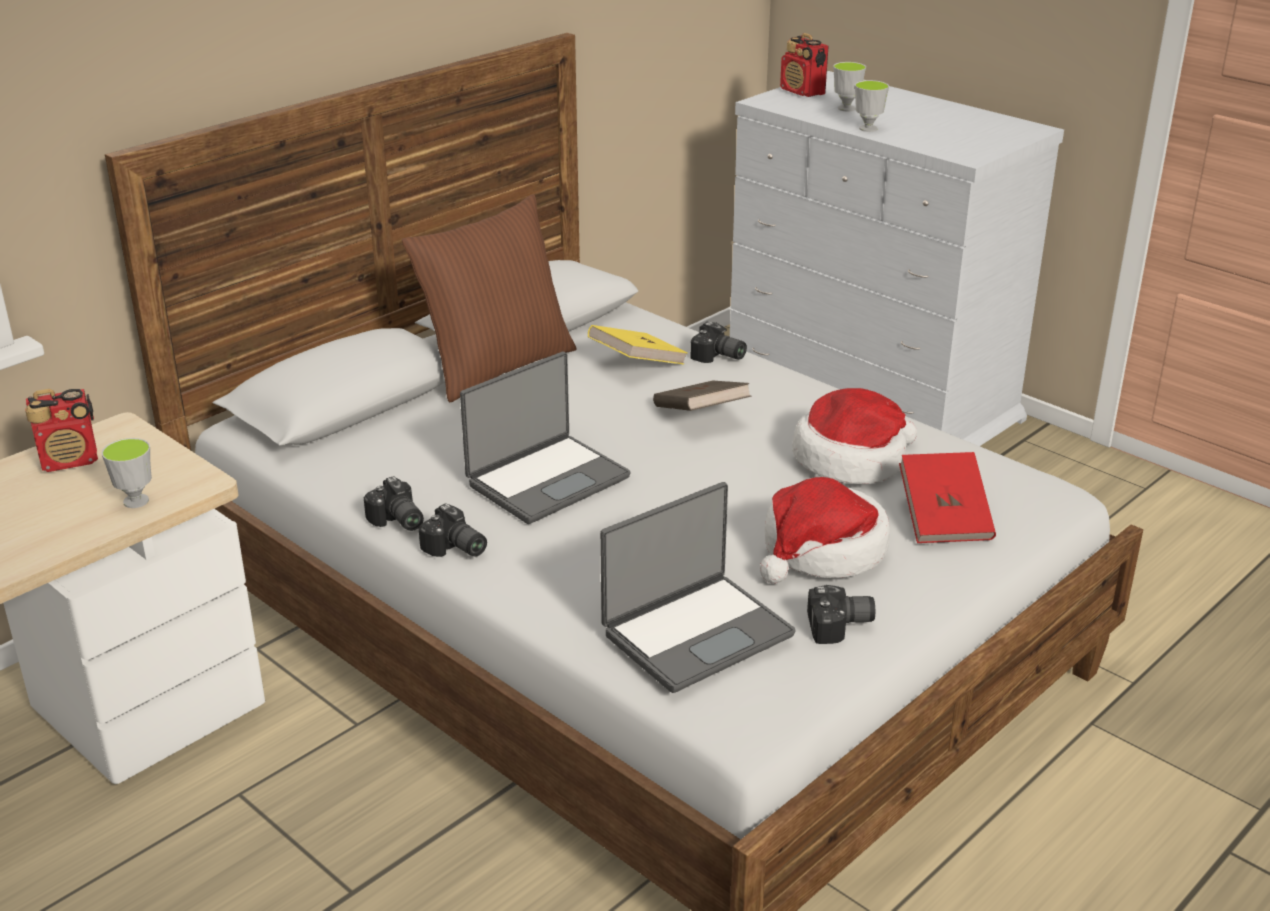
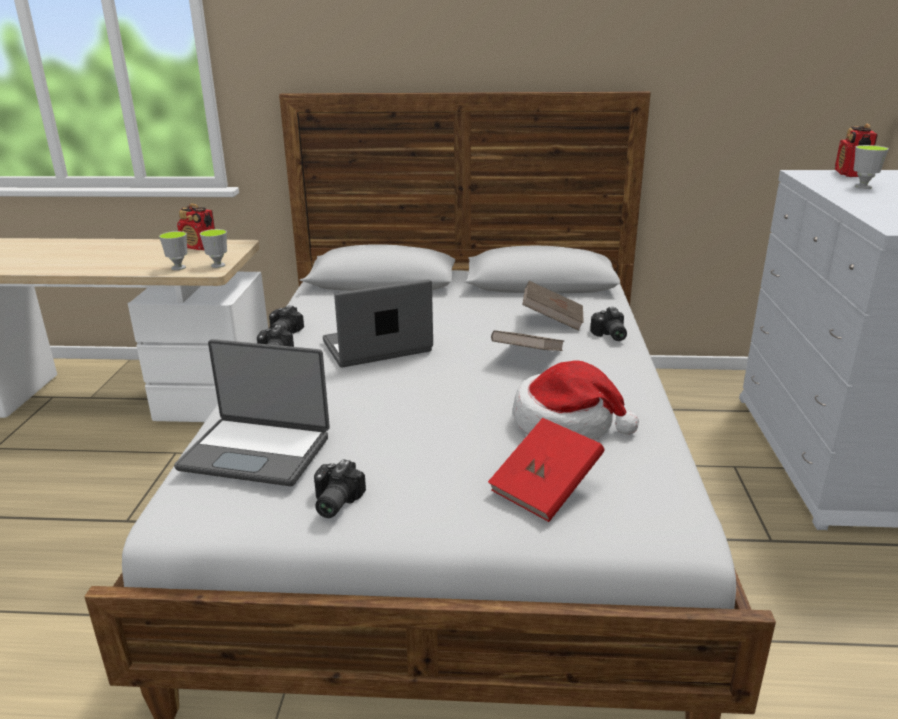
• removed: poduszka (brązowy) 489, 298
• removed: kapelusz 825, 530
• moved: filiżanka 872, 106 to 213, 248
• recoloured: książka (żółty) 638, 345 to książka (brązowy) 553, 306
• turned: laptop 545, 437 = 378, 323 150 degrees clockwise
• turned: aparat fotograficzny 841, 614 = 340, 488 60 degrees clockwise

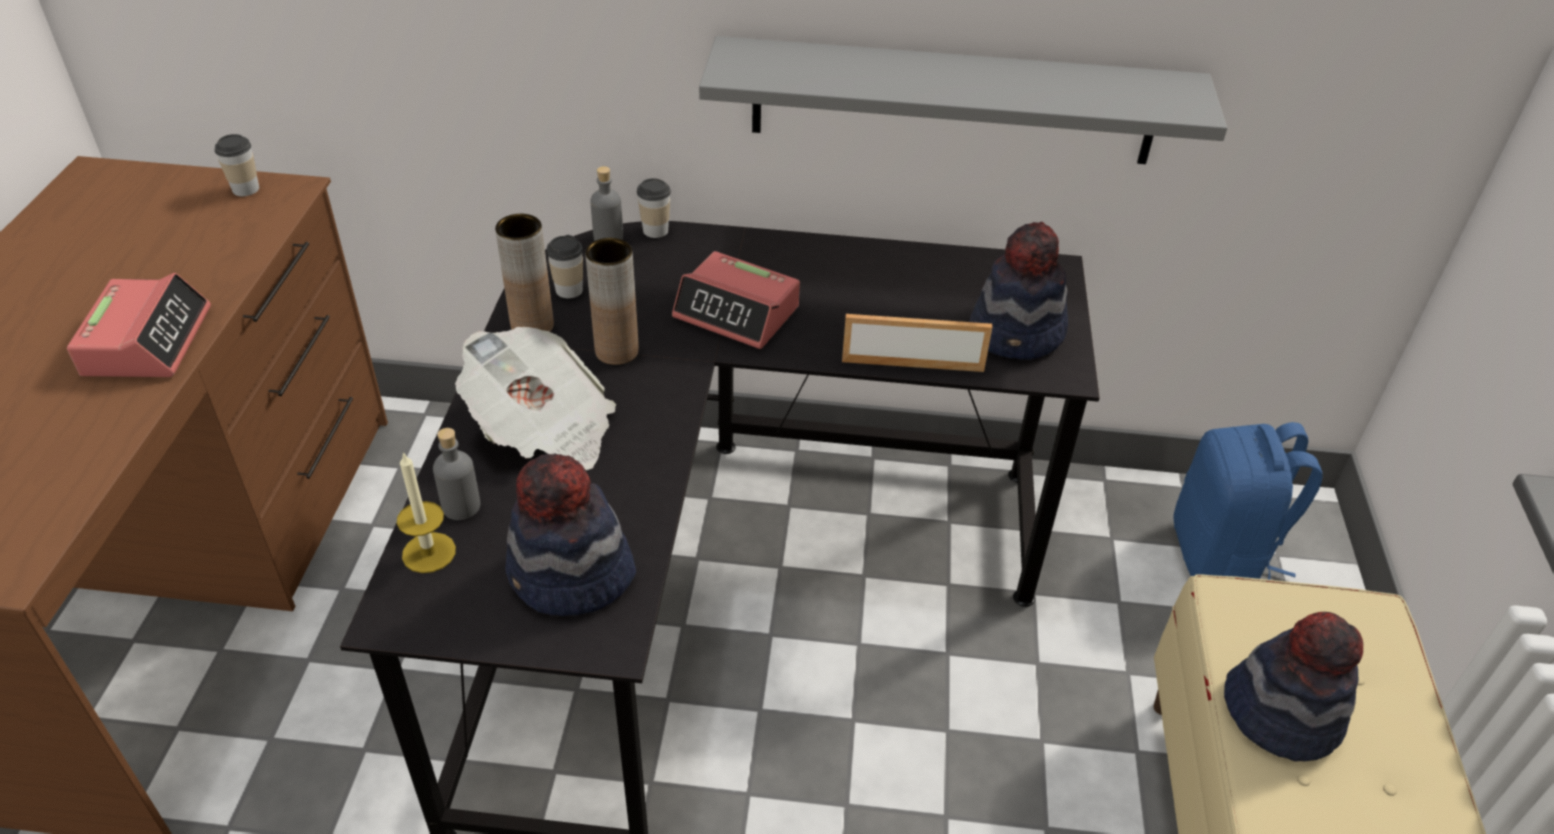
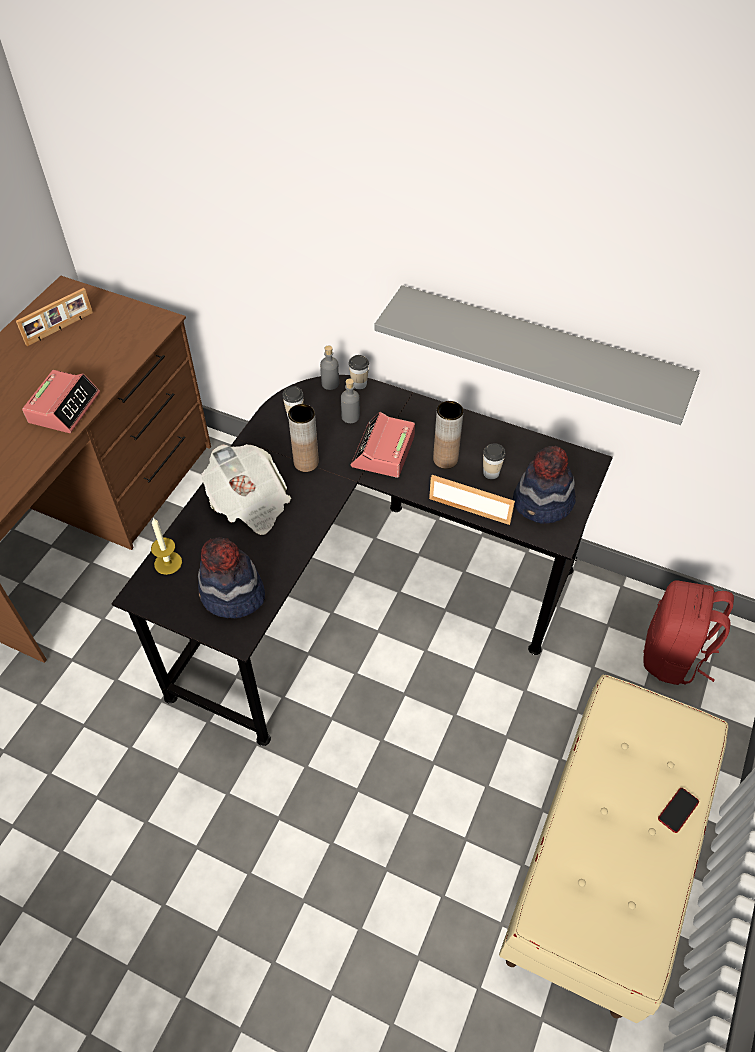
• removed: kapelusz 1293, 687
• added: ramka na zdjęcie 54, 317
• added: telefon 678, 810
• moved: filiżanka 236, 165 to 494, 461
• moved: butelka (szary) 456, 474 to 350, 401
• moved: wazon (brązowy) 524, 273 to 448, 435
• recoloured: plecak (niebieski) 1248, 501 to plecak (czerwony) 688, 632
• turned: budzik 736, 300 = 383, 445 60 degrees clockwise

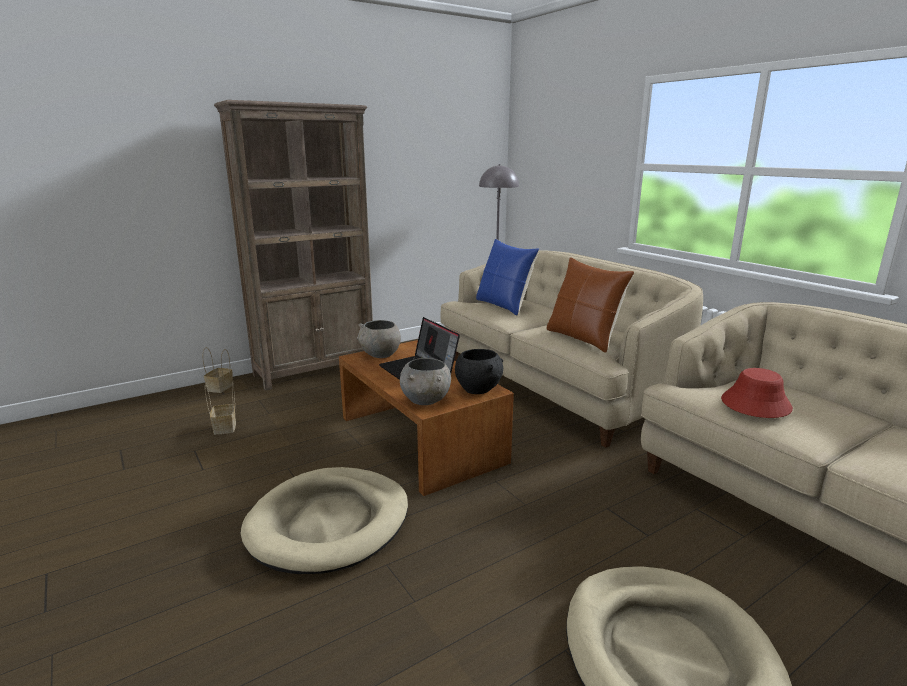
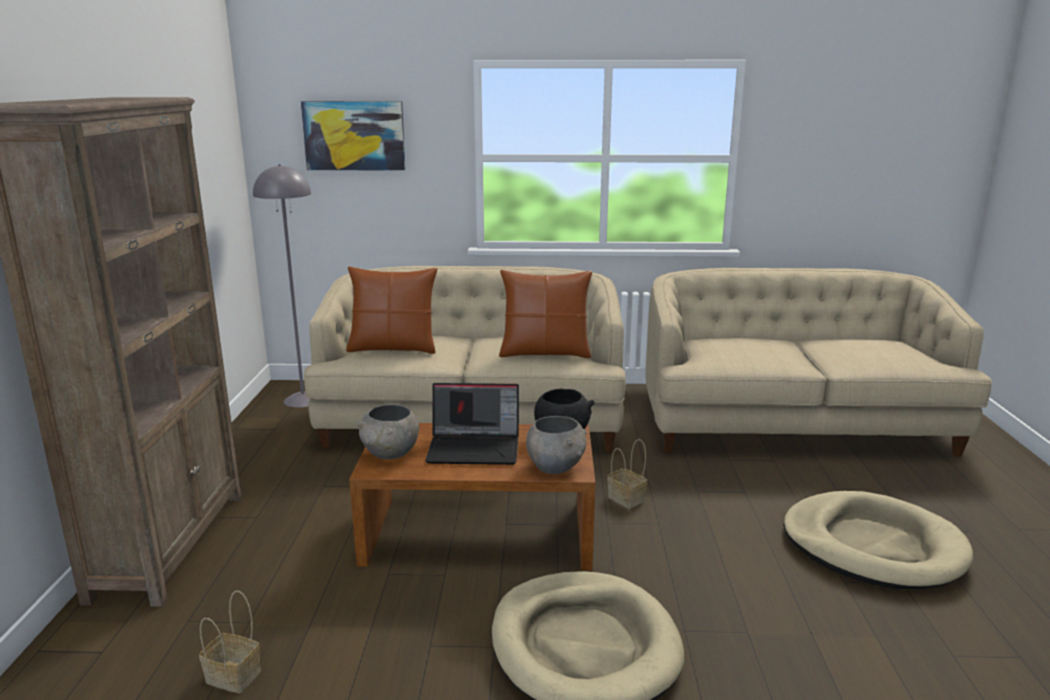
• removed: kapelusz (czerwony) 757, 393
• added: obraz 353, 136
• moved: koszyk 217, 370 to 627, 474
• recoloured: poduszka (niebieski) 507, 277 to poduszka (brązowy) 391, 310

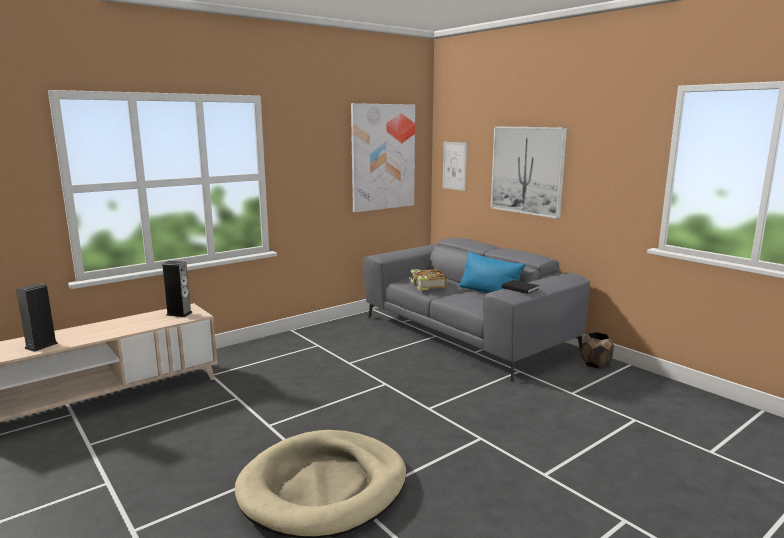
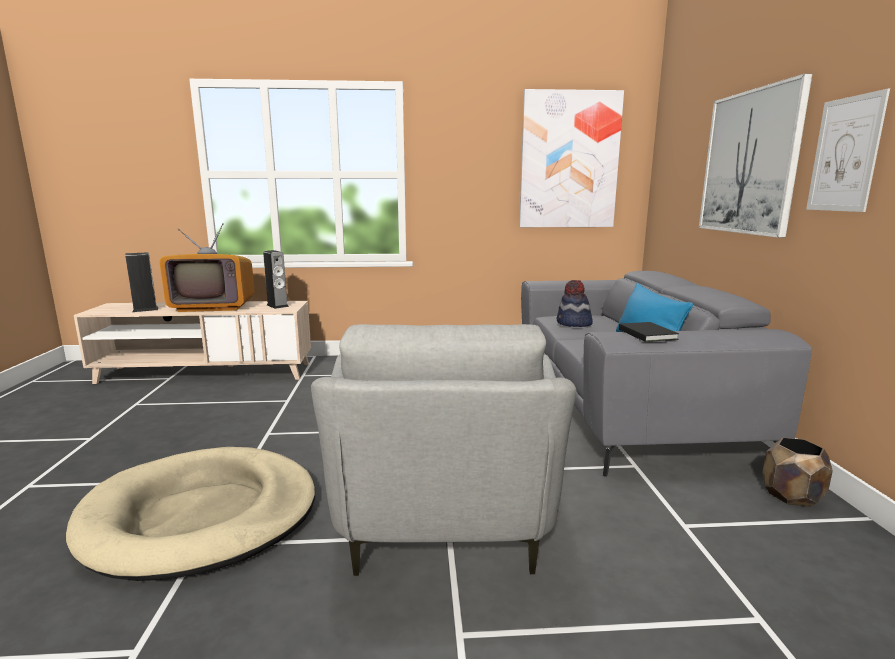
• added: telewizor 207, 267
• added: fotel (szary) 444, 450
• moved: obraz 455, 166 to 848, 150
• replaced: książka 428, 280 to kapelusz 575, 303

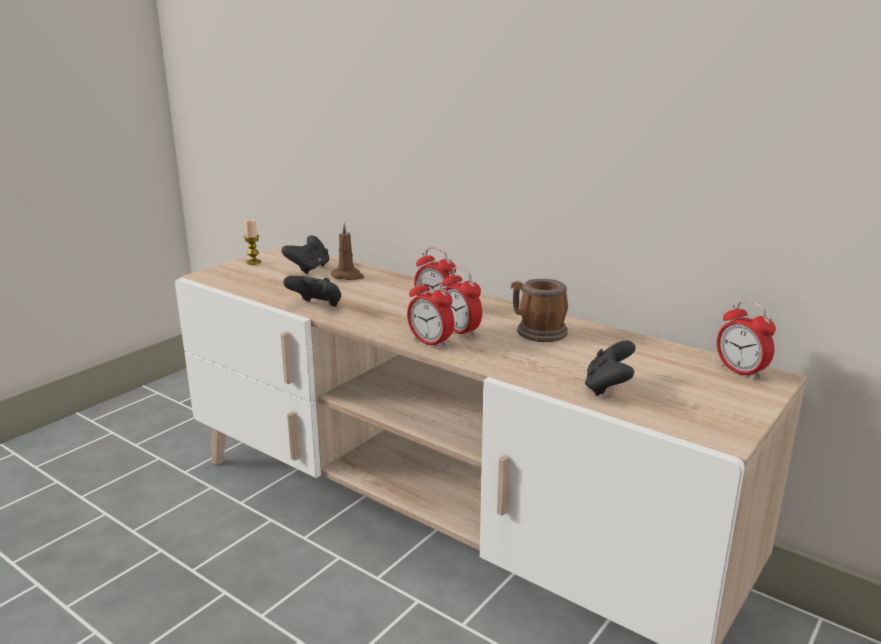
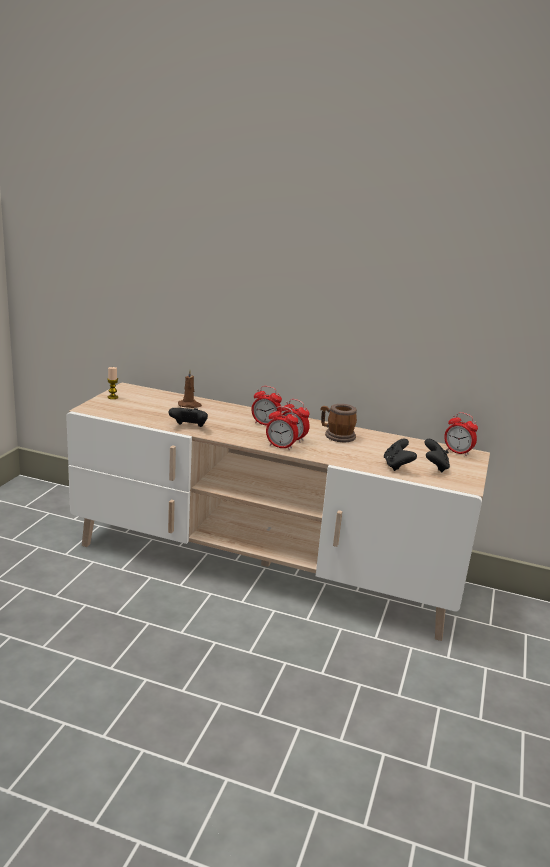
• moved: pad do gier (czarny) 305, 254 to 437, 455

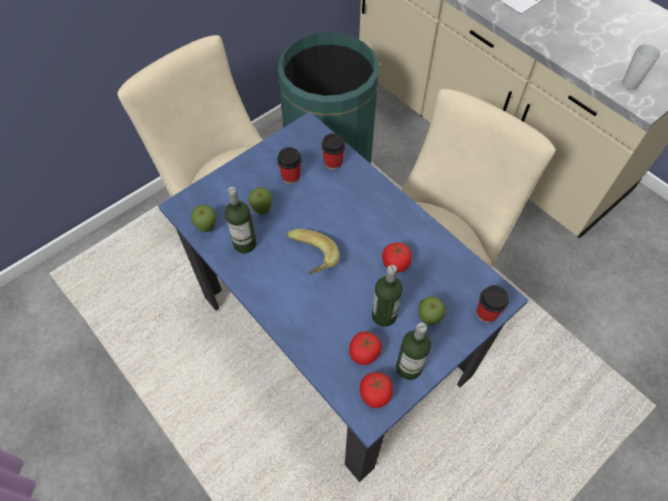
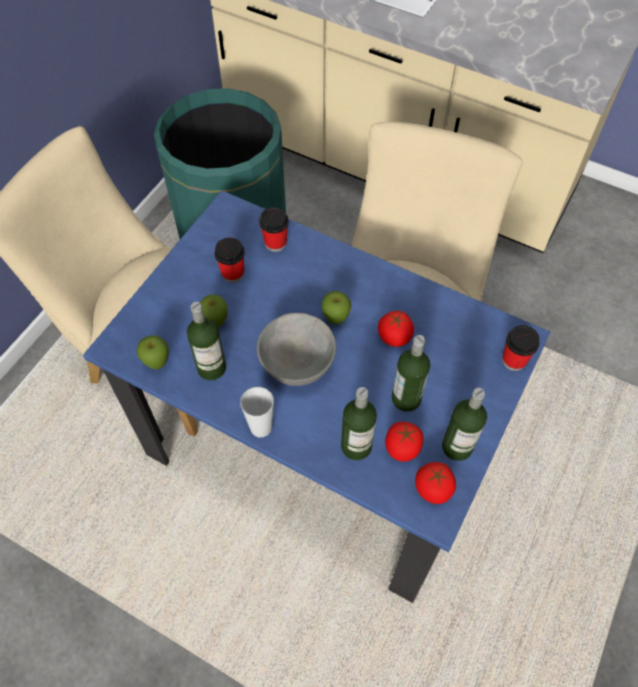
• added: butelka 359, 423
• moved: jabłko 432, 310 to 336, 307
• moved: filiżanka 641, 67 to 257, 412
• replaced: banan 313, 251 to miska (szary) 296, 349

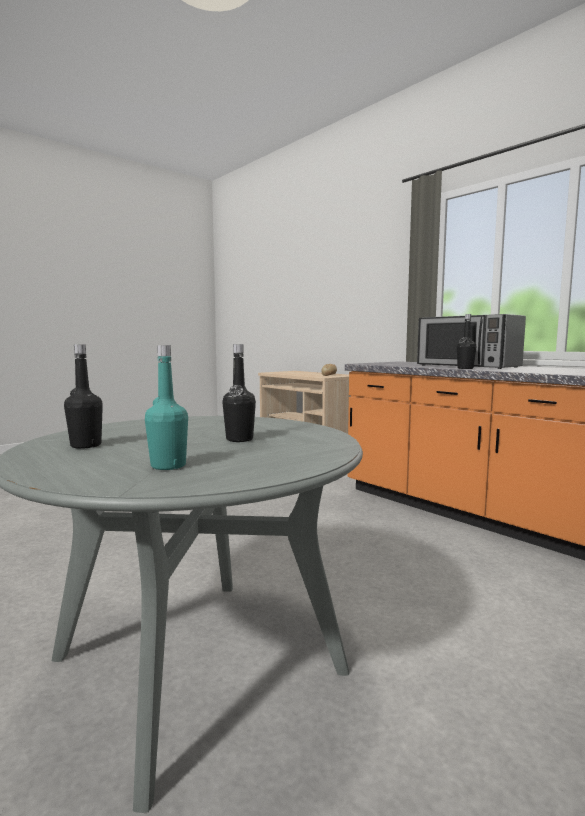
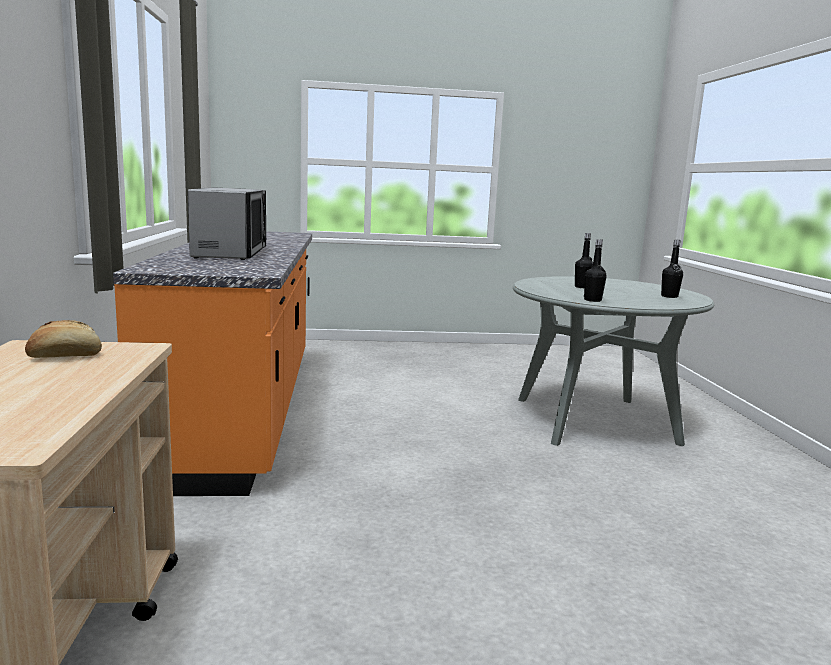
• removed: butelka (turkusowy) 166, 407
• moved: butelka (czarny) 466, 341 to 595, 270

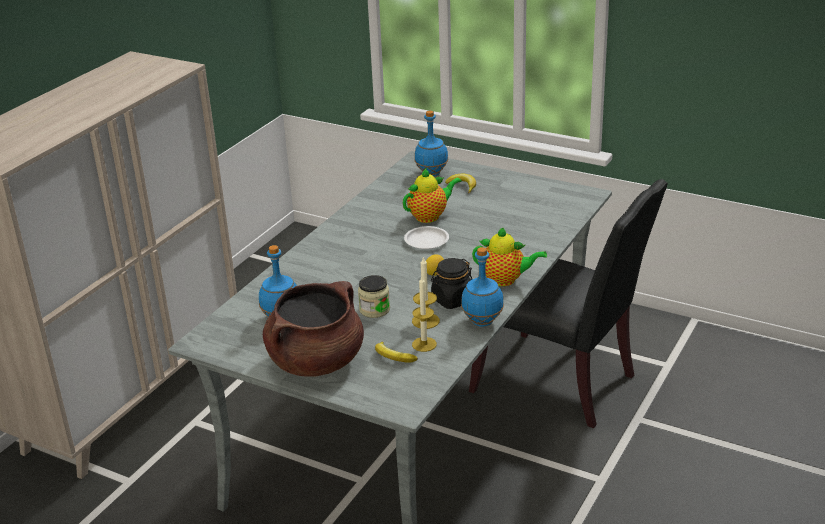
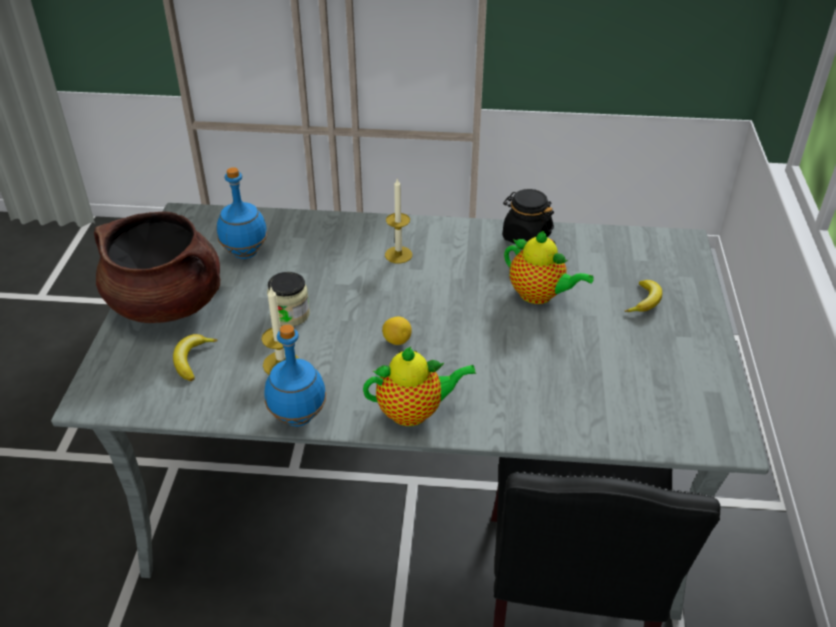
• removed: talerz (biały) 426, 237
• removed: butelka (niebieski) 431, 143
• moved: świeca 424, 314 to 398, 220
• moved: słoik (czarny) 451, 283 to 528, 216
• turned: imbryk 509, 256 = 419, 386 90 degrees counterclockwise

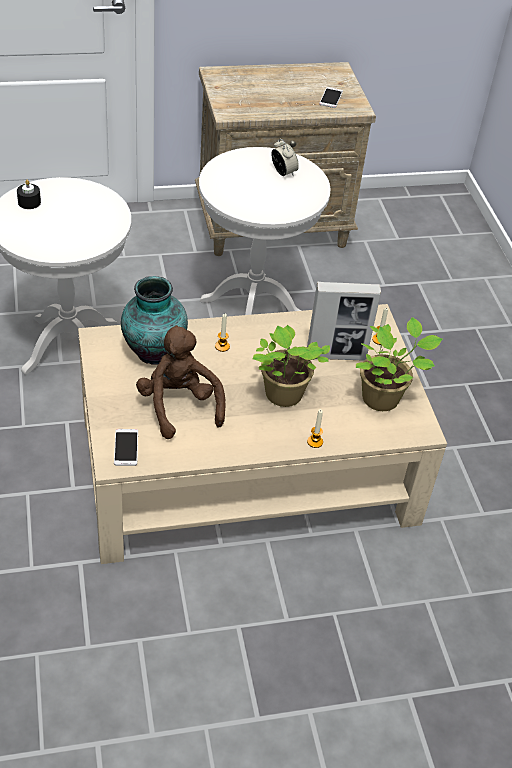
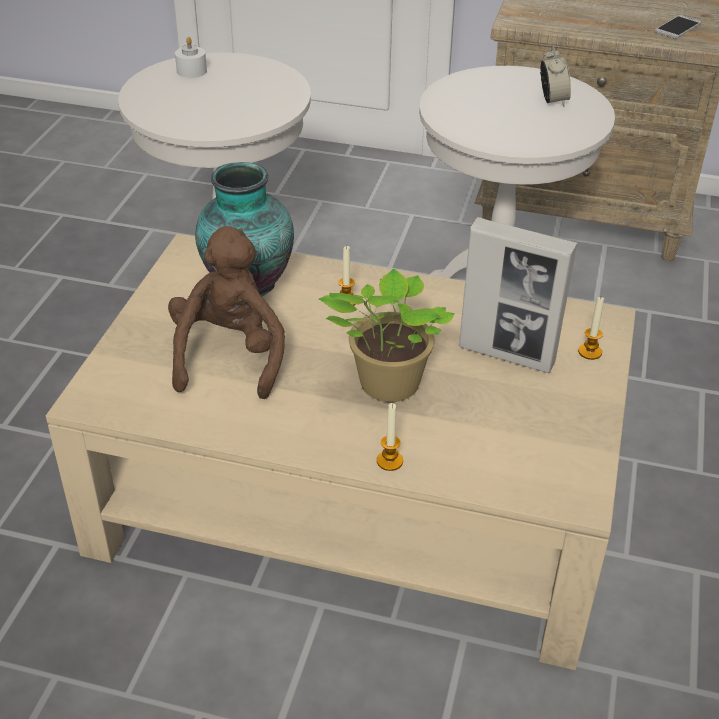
• removed: telefon 126, 447
• removed: roślina doniczkowa 399, 364
• recoloured: świeca (czarny) 29, 194 to świeca (biały) 191, 57

